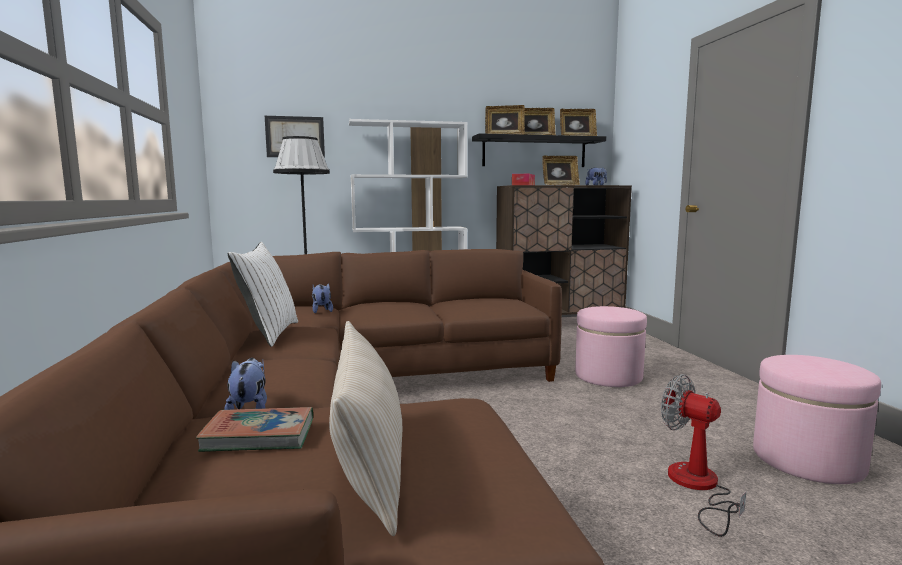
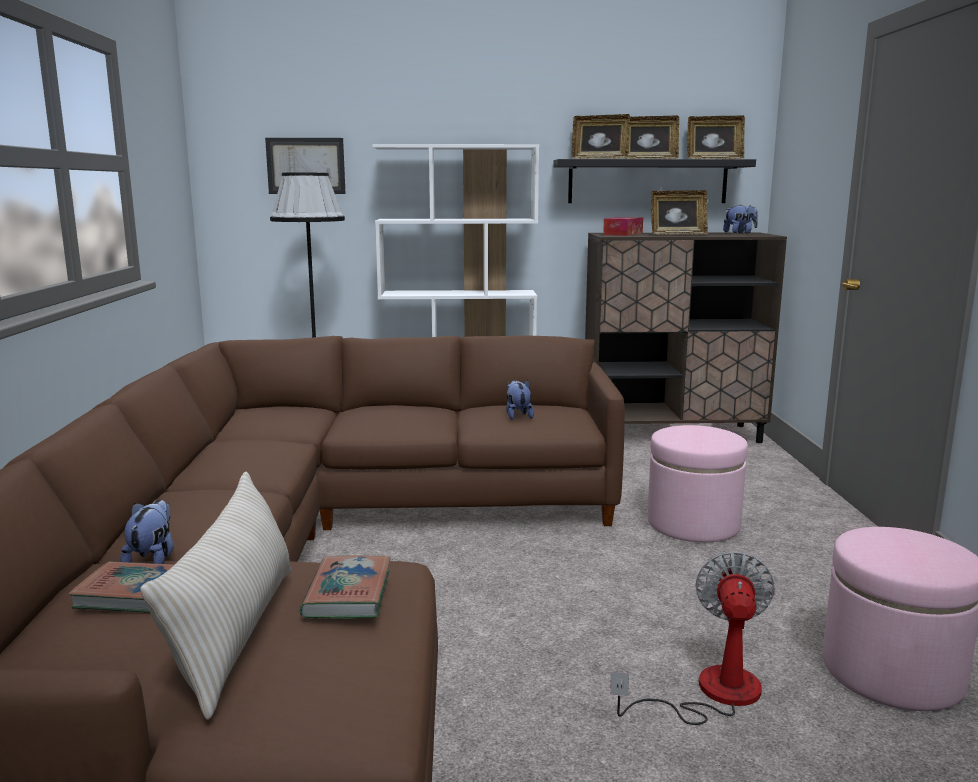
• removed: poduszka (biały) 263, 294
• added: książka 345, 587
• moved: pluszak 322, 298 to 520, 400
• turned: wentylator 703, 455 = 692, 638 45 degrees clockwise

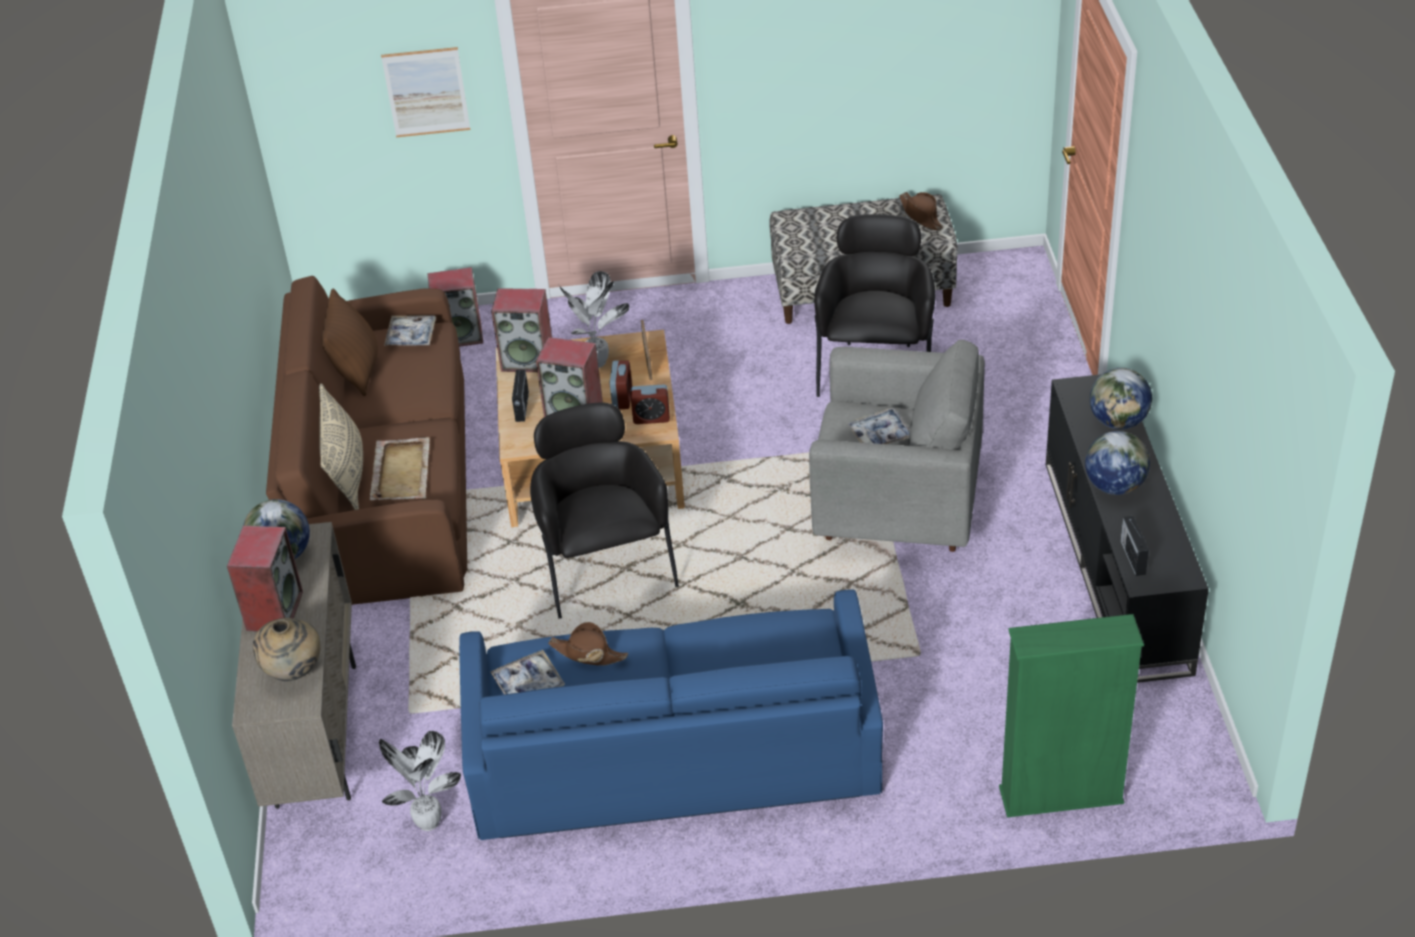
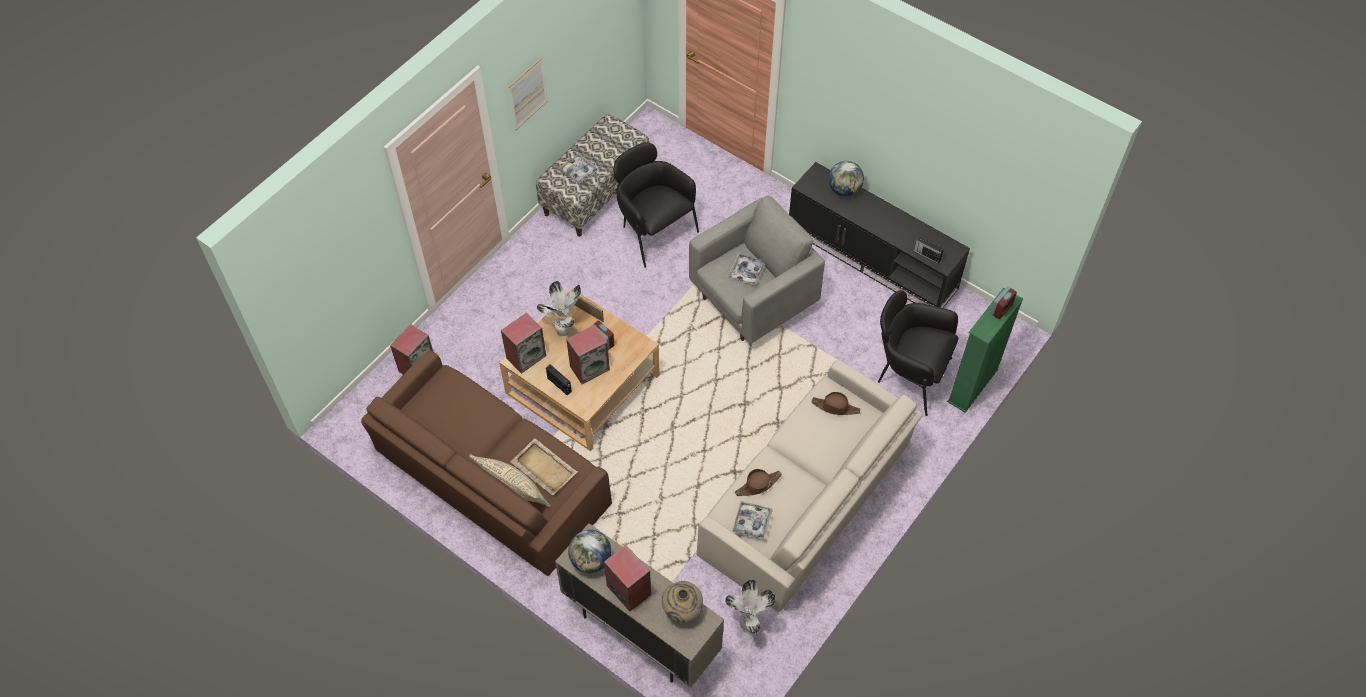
• removed: poduszka (brązowy) 349, 342
• removed: globus 1117, 463
• moved: obraz 425, 92 to 528, 93
• moved: taca 410, 330 to 579, 169
• moved: fotel (czarny) 604, 510 to 918, 353
• moved: budzik 650, 404 to 1003, 302
• moved: kapelusz (brązowy) 921, 211 to 836, 403
• recoloured: kanapa (niebieski) 671, 714 to kanapa (beżowy) 810, 486

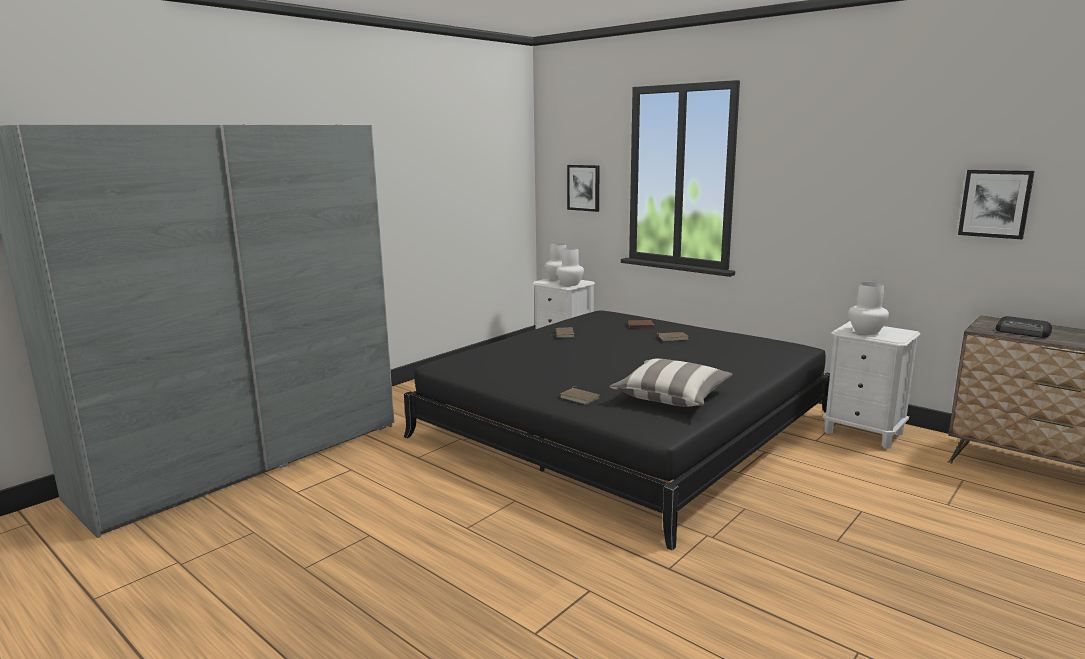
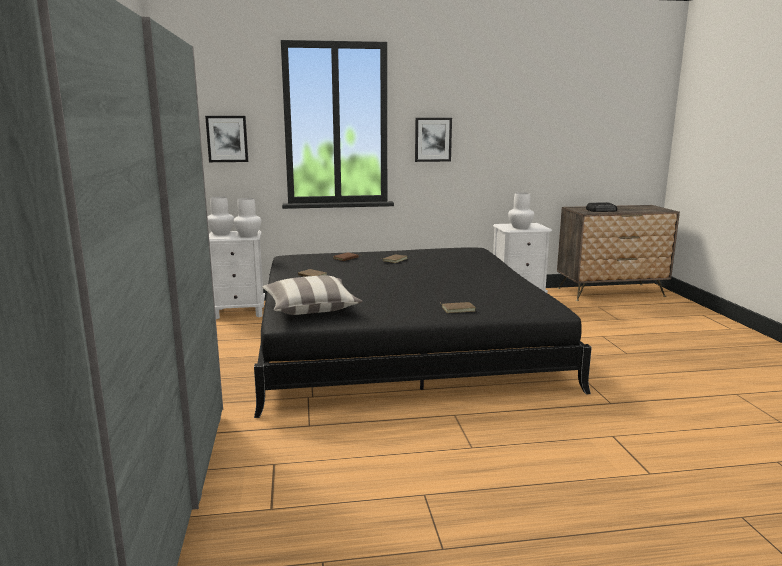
• moved: poduszka 671, 383 to 312, 295
• moved: obraz 996, 204 to 433, 140

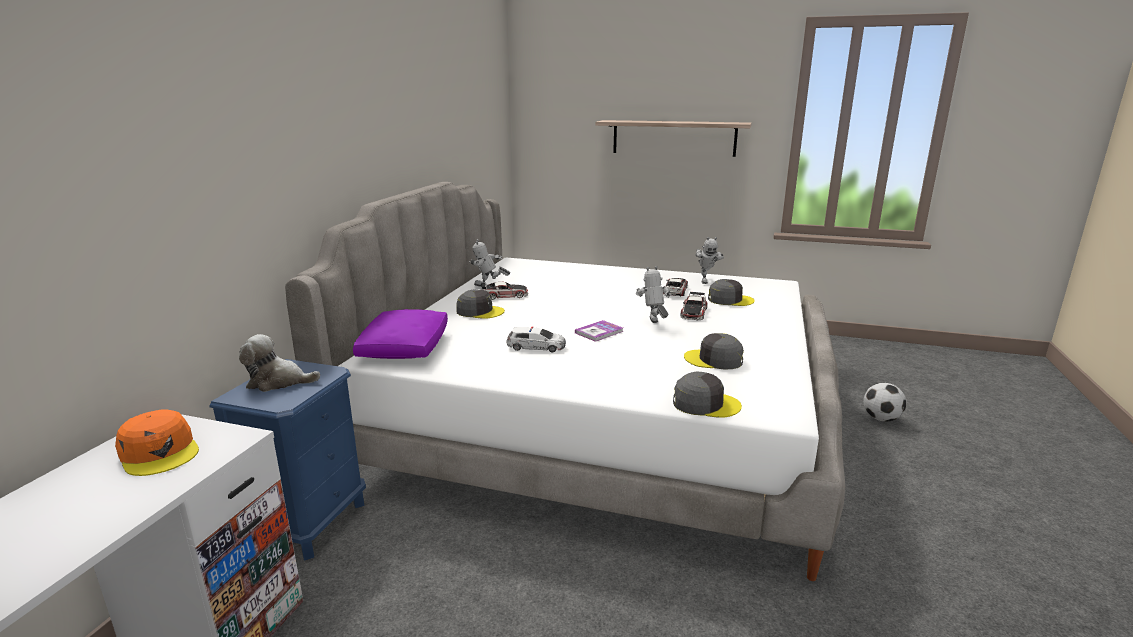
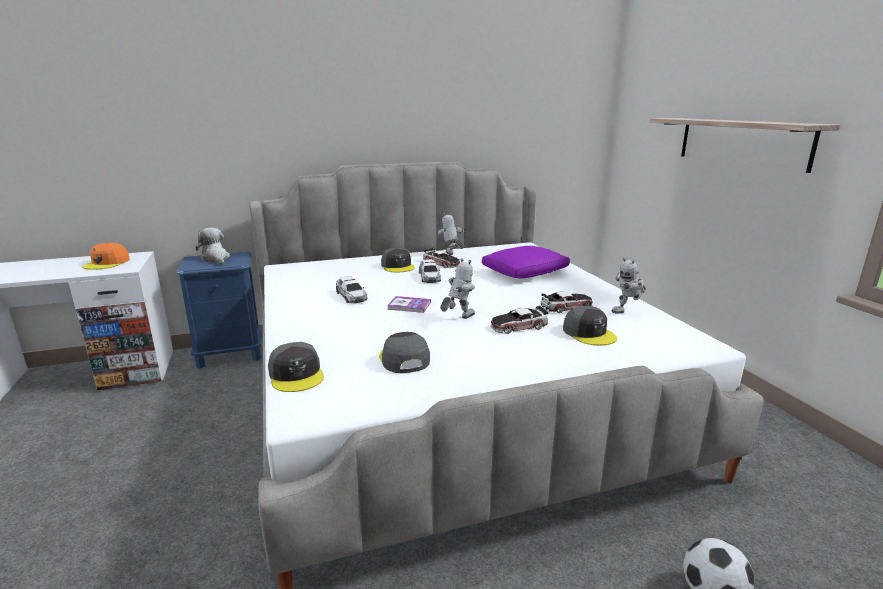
• added: samochodzik 430, 271
• moved: poduszka (fioletowy) 400, 334 to 526, 262

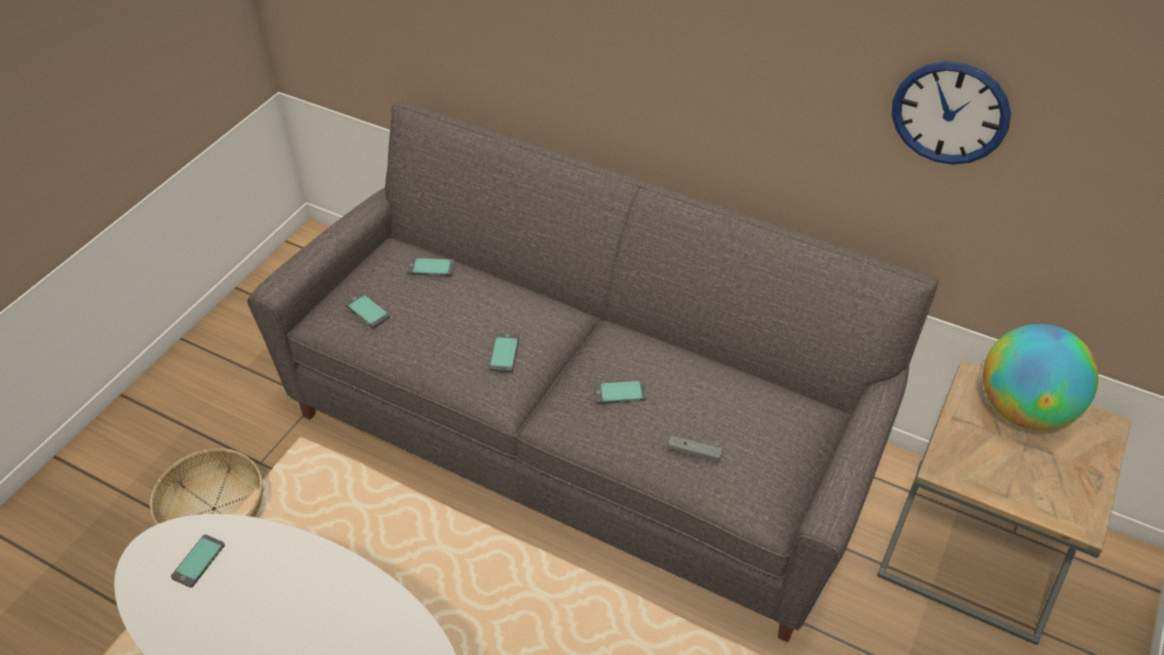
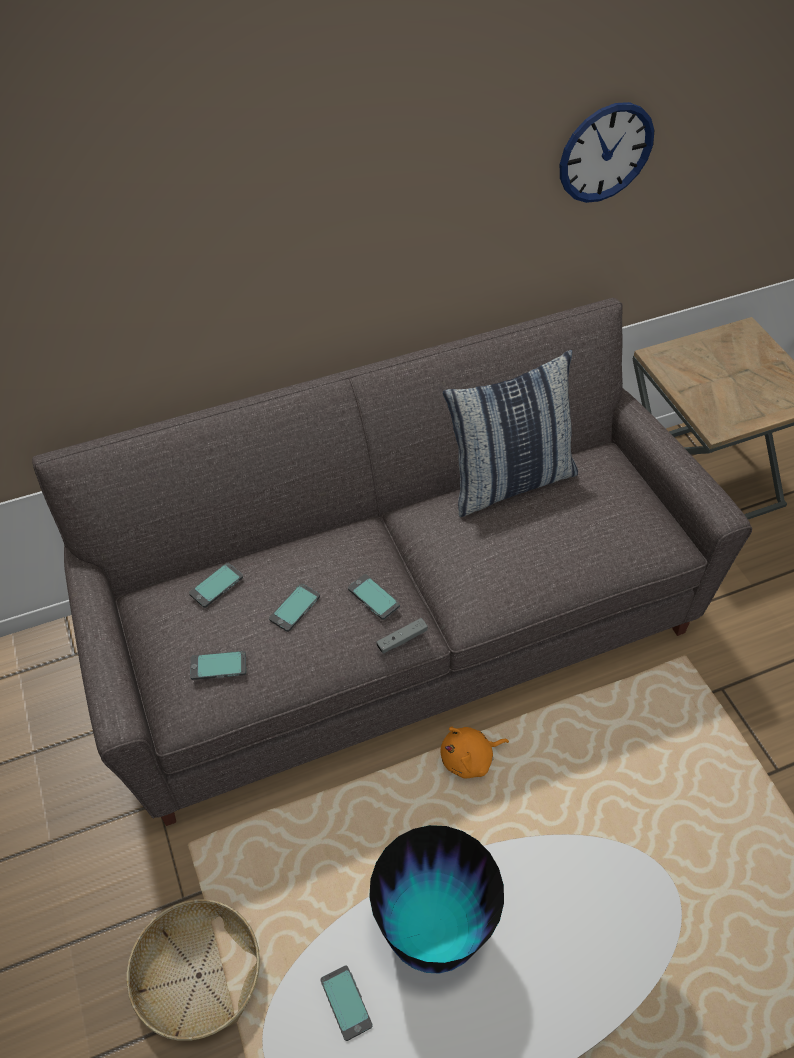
• removed: globus 1040, 377
• added: wazon 436, 899
• added: pluszak (pomarańczowy) 475, 752
• added: poduszka 510, 433
• moved: telefon 620, 392 to 294, 607
• moved: pad do gier (szary) 695, 448 to 402, 636

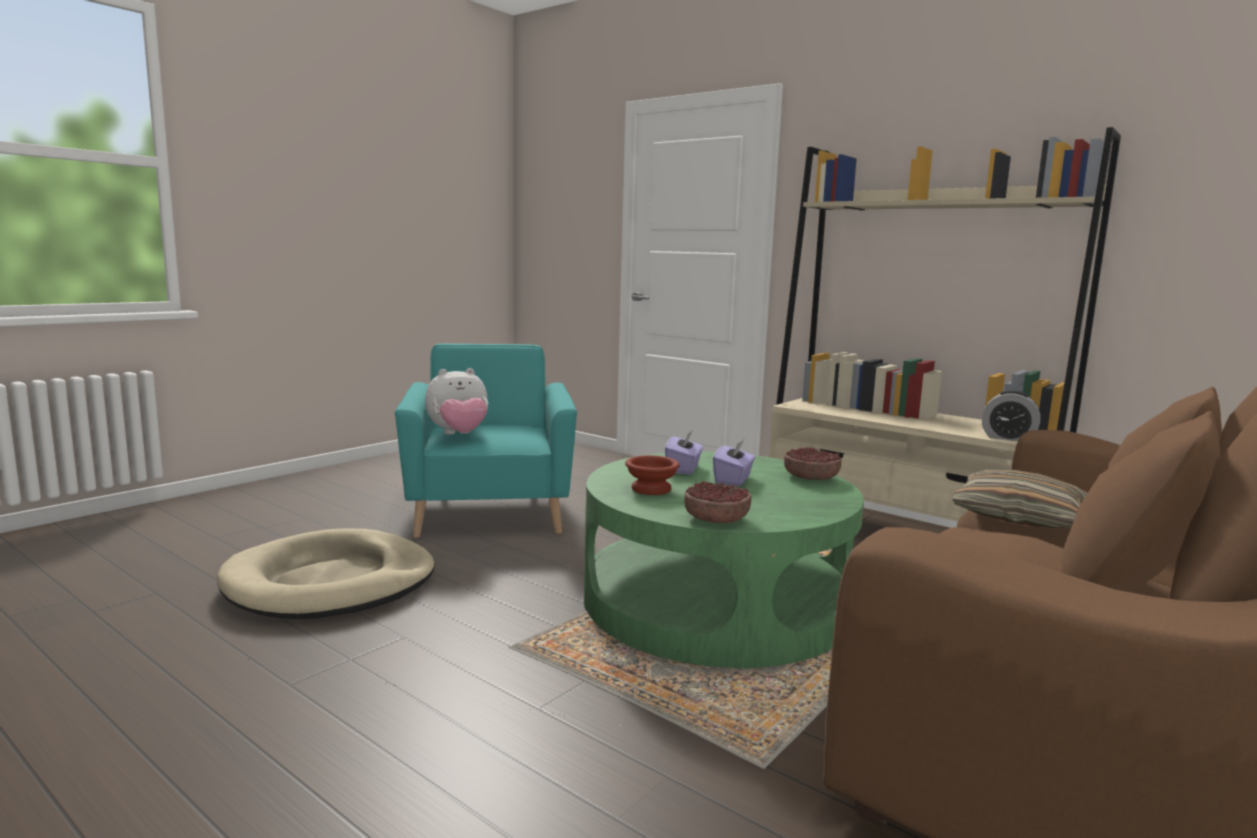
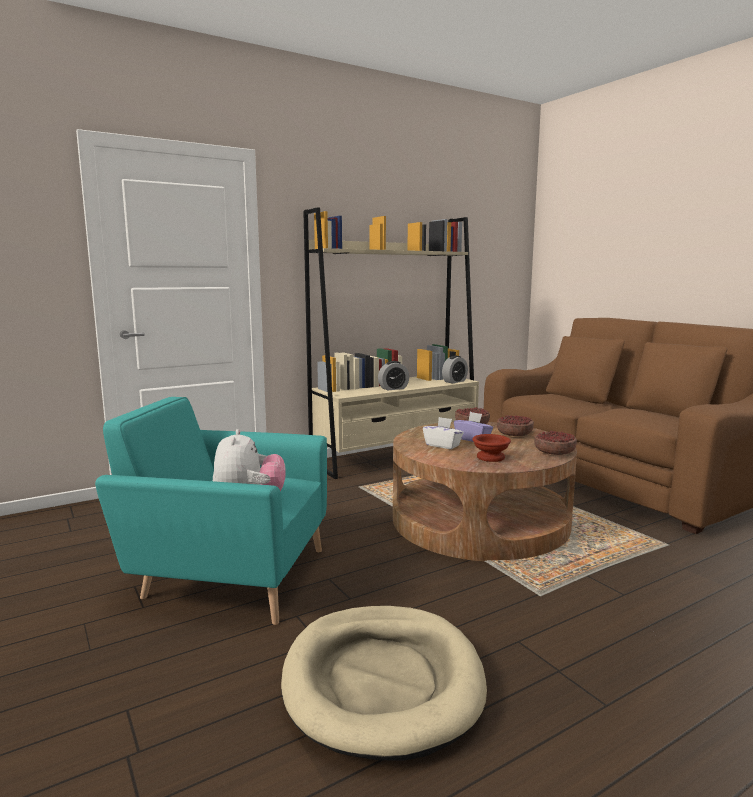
• removed: poduszka 1020, 499
• added: budzik 393, 376
• added: miska 515, 425
• recoloured: ława (zielony) 724, 560 to ława (brązowy) 485, 491
• recoloured: pudełko chusteczek (fioletowy) 684, 452 to pudełko chusteczek (biały) 443, 433

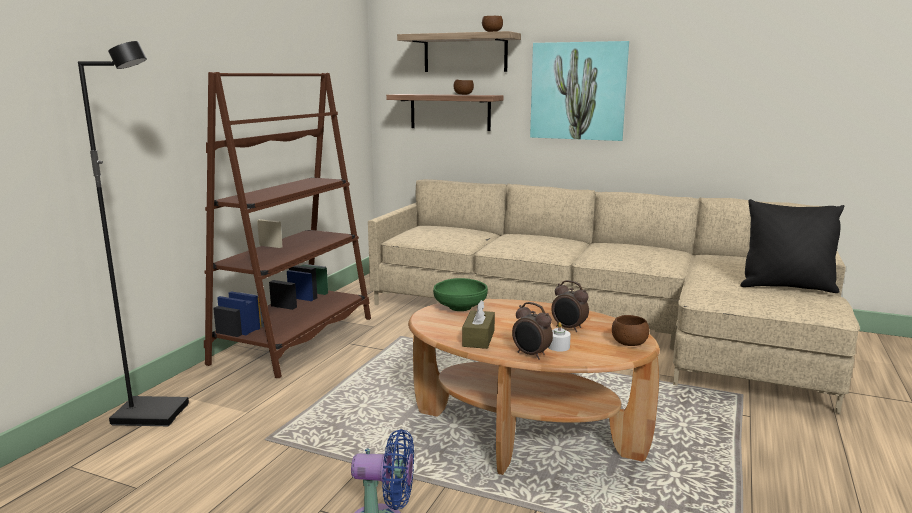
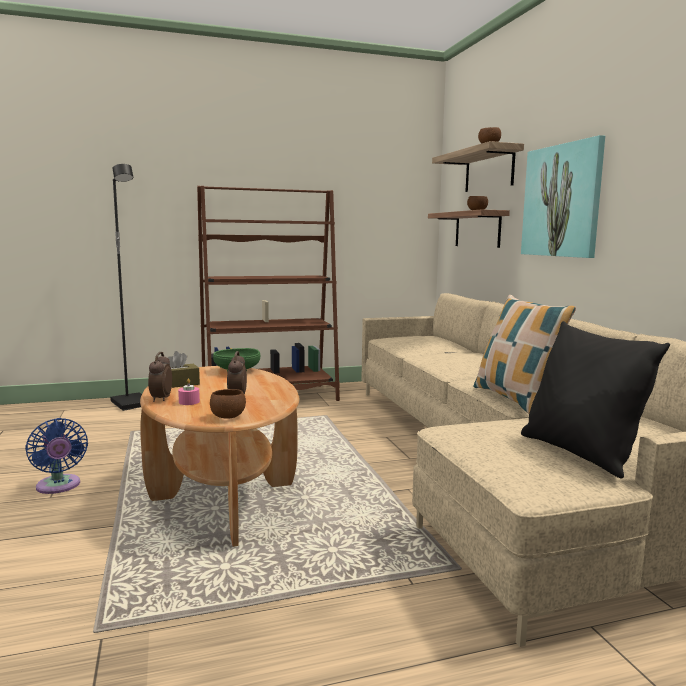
• added: poduszka 524, 354
• recoloured: świeca (biały) 559, 336 to świeca (różowy) 189, 392

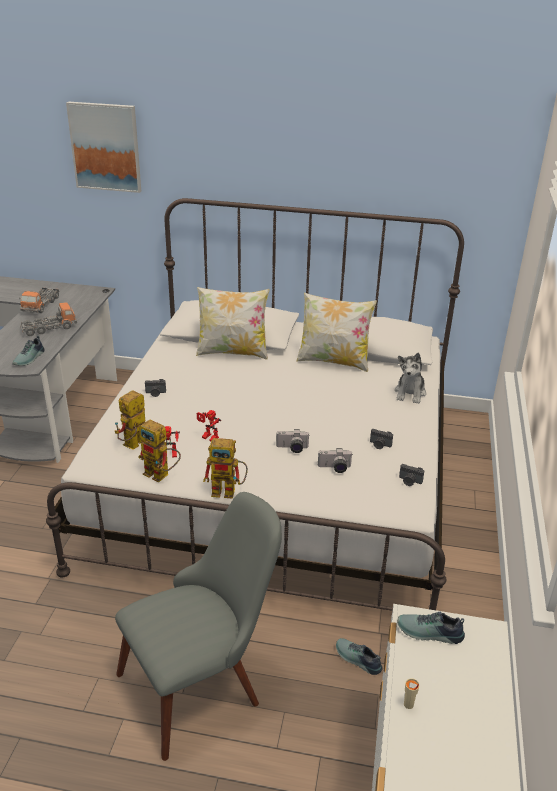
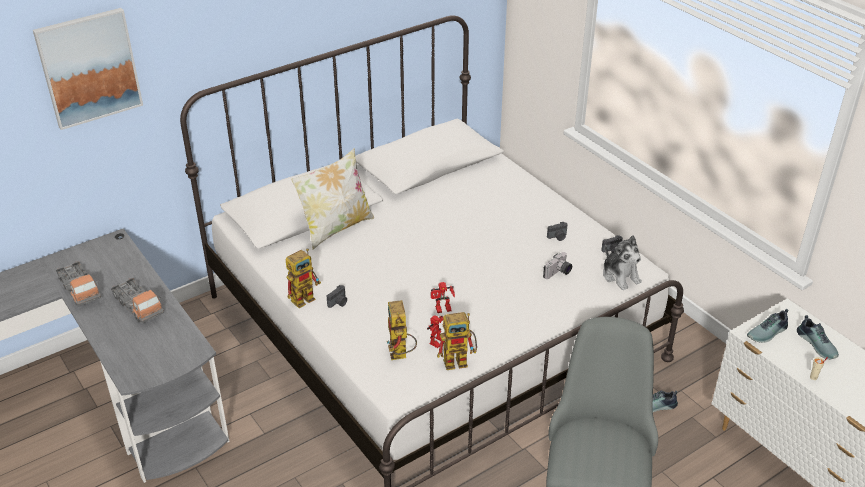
• removed: aparat fotograficzny 293, 441
• removed: poduszka 336, 332
• moved: but 29, 351 to 818, 337
• moved: robot zabawkowy 225, 468 to 303, 278
• moved: pluszak 410, 378 to 622, 262
• turned: ciężarówka zabawkowa 48, 319 = 137, 300 120 degrees clockwise

